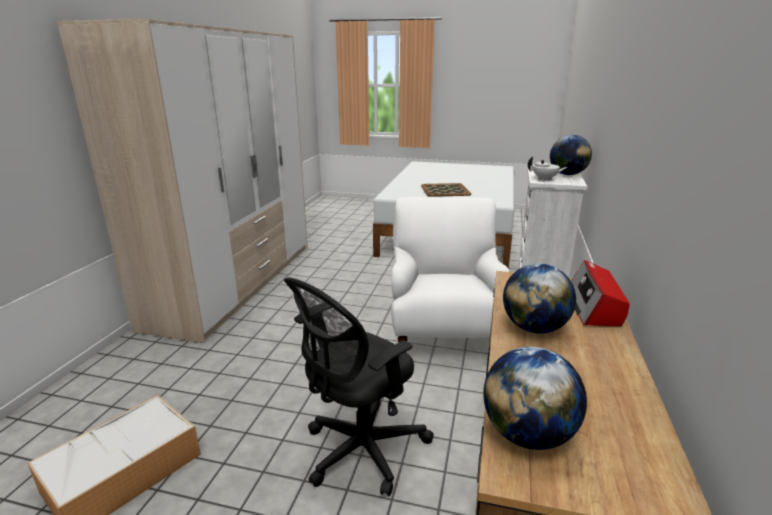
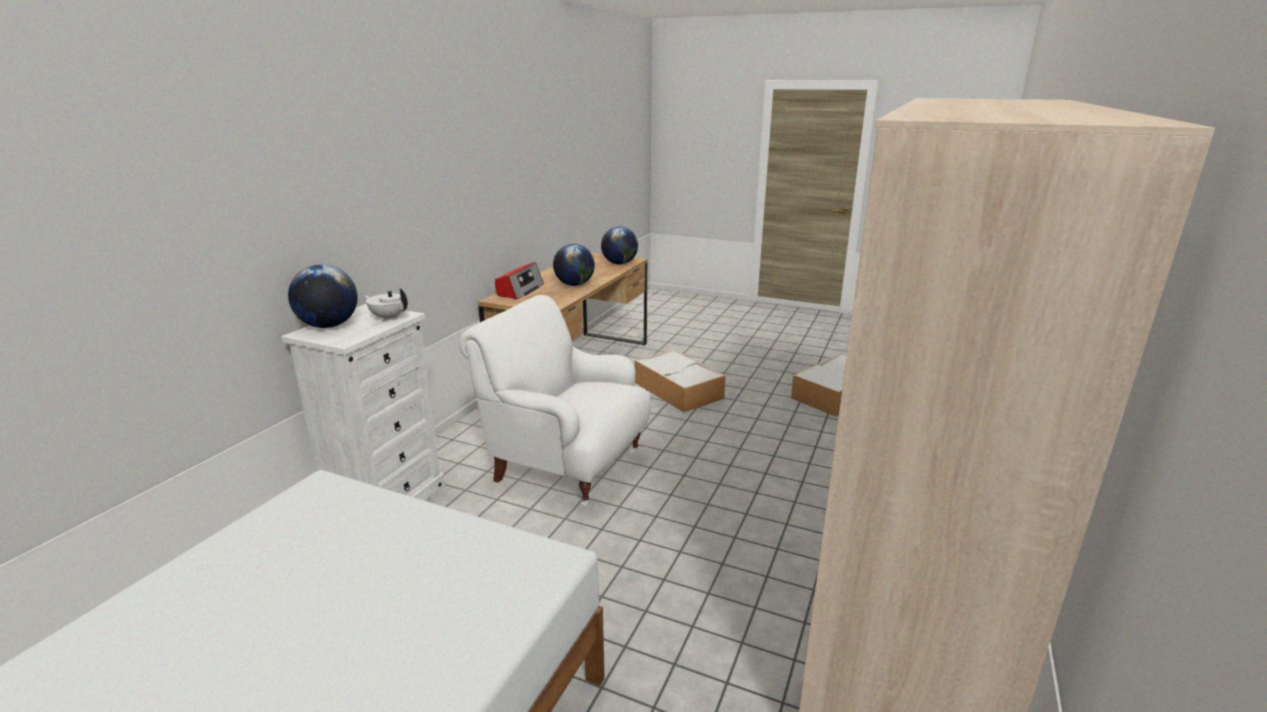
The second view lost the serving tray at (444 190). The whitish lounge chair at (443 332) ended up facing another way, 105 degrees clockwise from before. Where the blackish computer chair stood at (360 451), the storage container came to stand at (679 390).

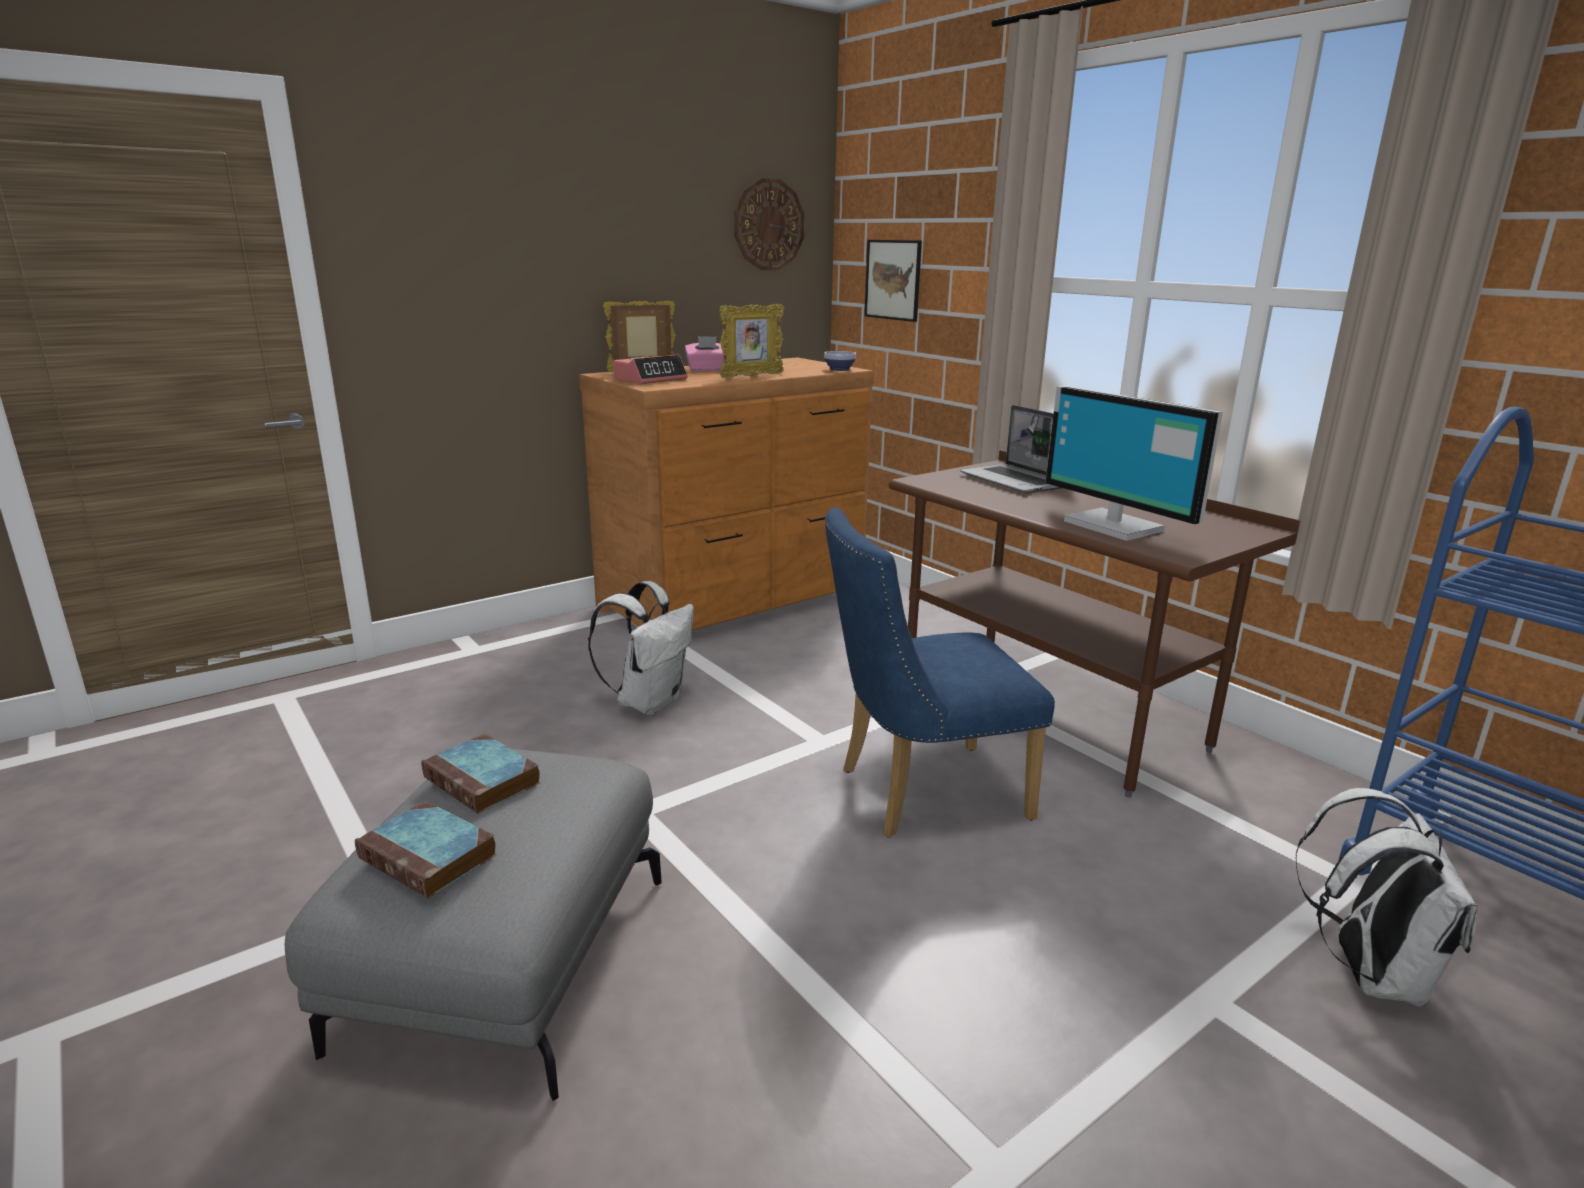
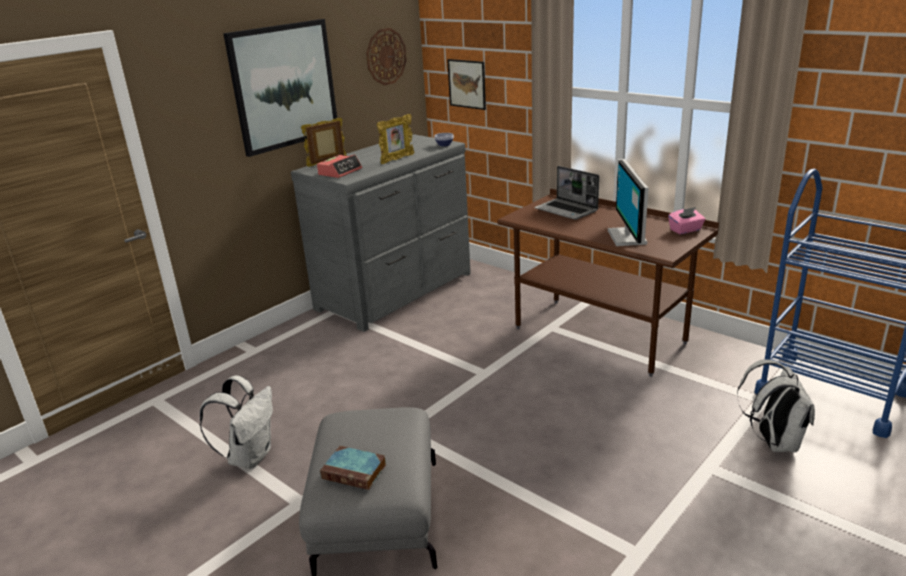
The pink-coloured tissue box ended up elsewhere, having gone from (707 370) to (685 230). What was the brown-coloured dresser at (736 601) turned into the greyish dresser at (397 291). The computer screen at (1115 525) ended up facing another way, 45 degrees clockwise from before. The second view lost the blue-coloured upright chair at (919 793). The whitish rucksack ended up elsewhere, having gone from (649 701) to (250 456). The second view lost the bound book at (484 781). The second view gained the picture at (284 86).

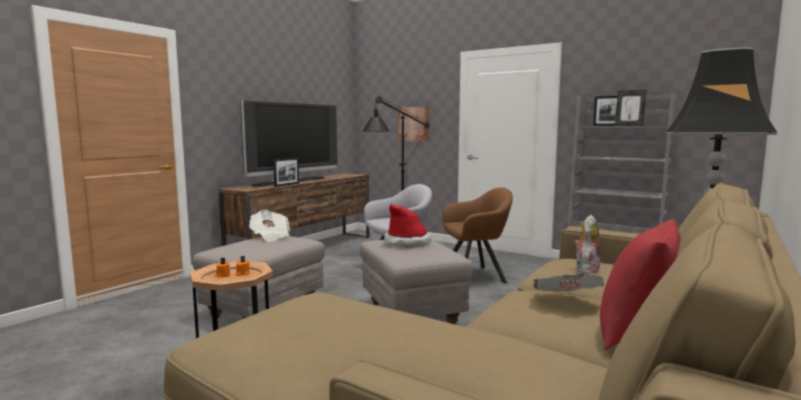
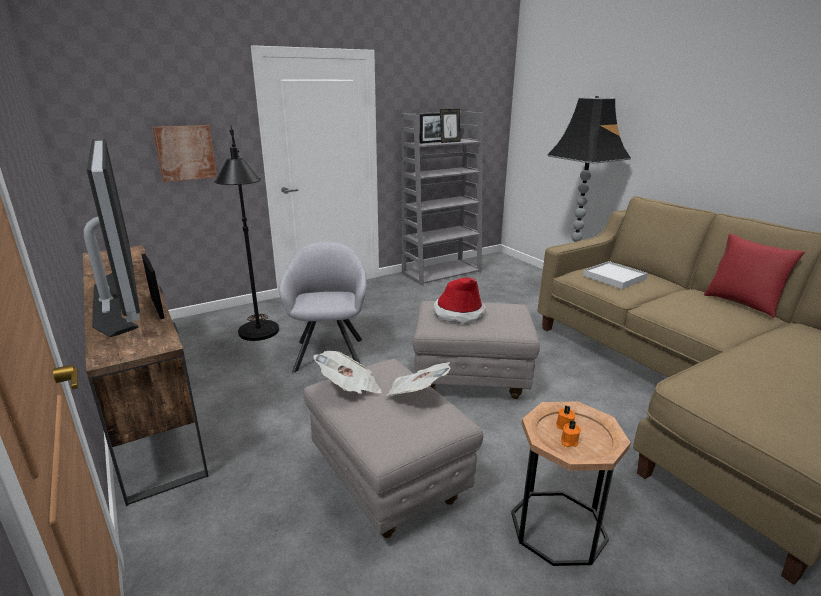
The second view lost the brown-coloured lounge chair at (476 276). Where the soft toy stood at (586 269), the whitish serving tray came to stand at (614 277). The daily paper ended up elsewhere, having gone from (566 302) to (417 393).

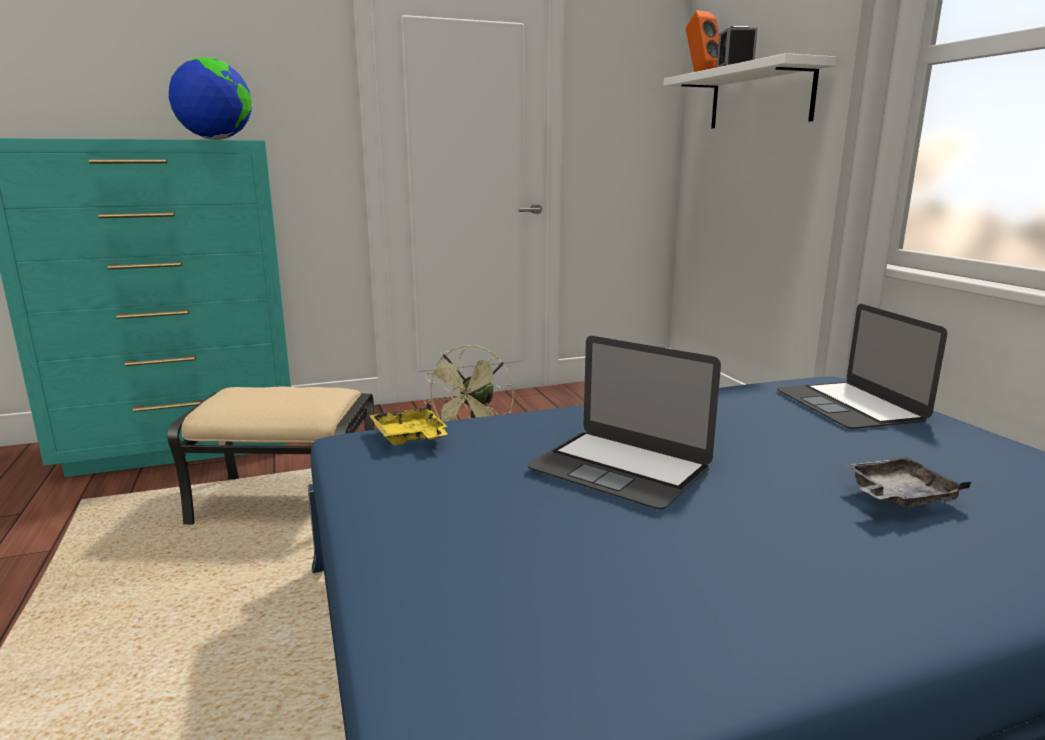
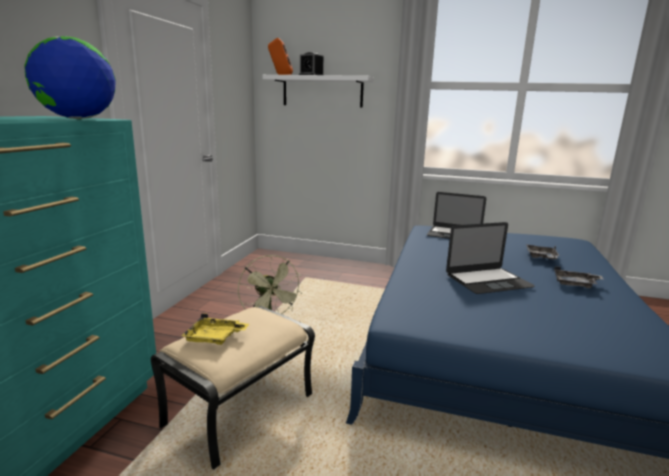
The yellow-coloured serving tray ended up elsewhere, having gone from (410 437) to (214 337). The second view gained the greyish serving tray at (575 284).

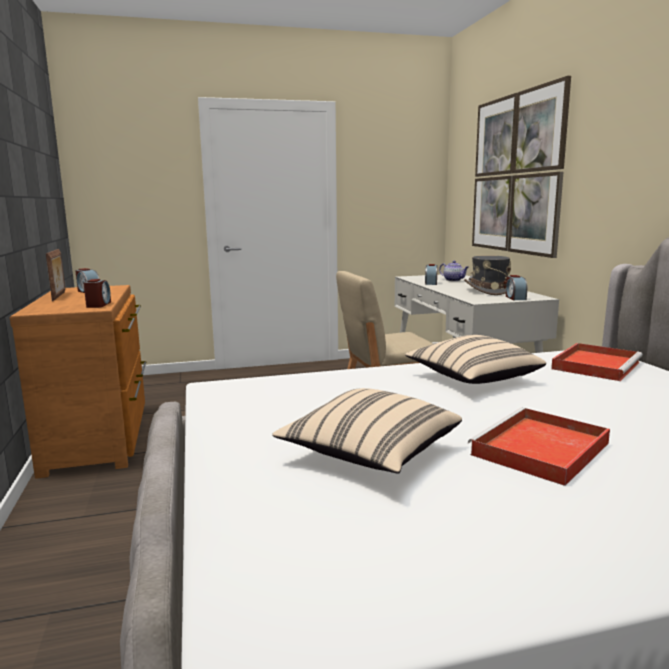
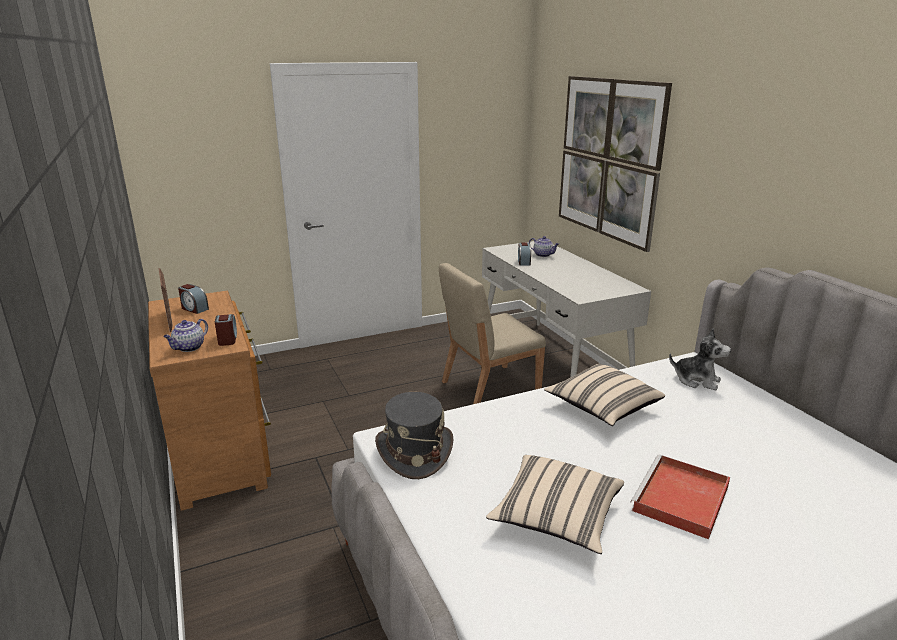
The greyish wearable hat ended up elsewhere, having gone from (489 290) to (414 452). The second view lost the table clock at (515 298). Where the red-coloured serving tray stood at (596 365), the soft toy came to stand at (697 380). The second view gained the teapot at (189 348).

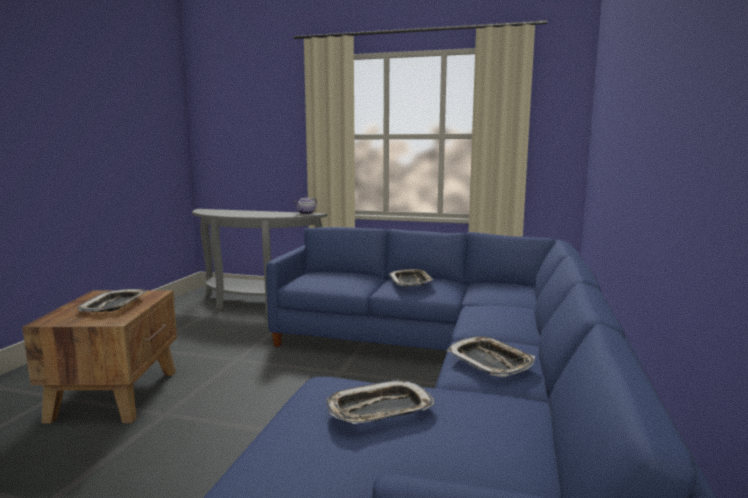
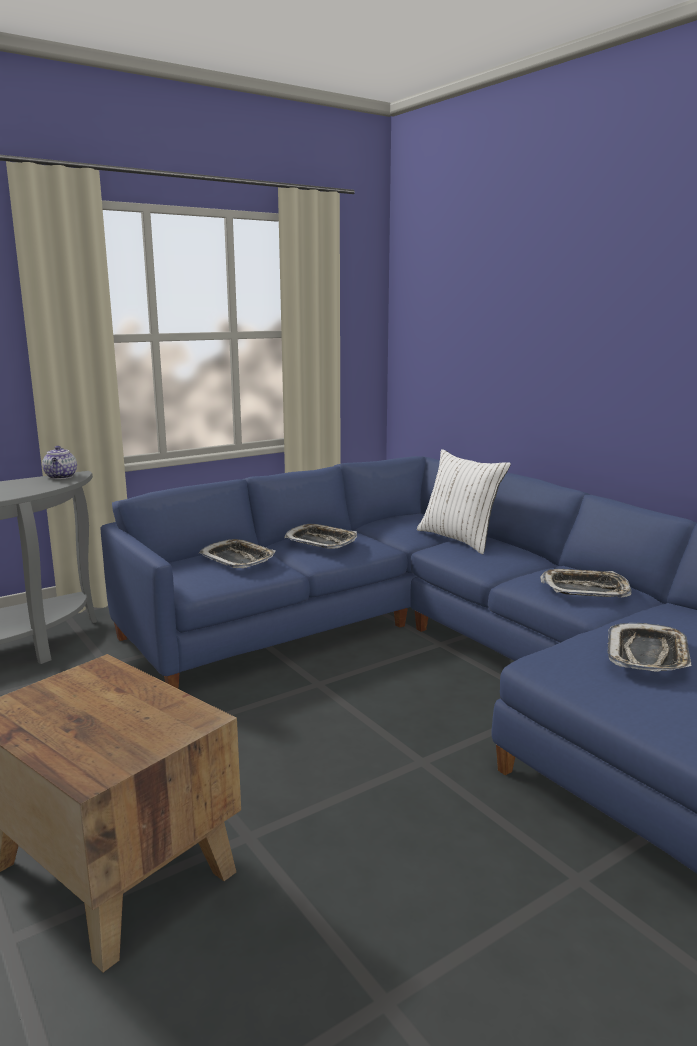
The serving tray ended up elsewhere, having gone from (114 305) to (238 559). The second view gained the whitish pillow at (459 539).

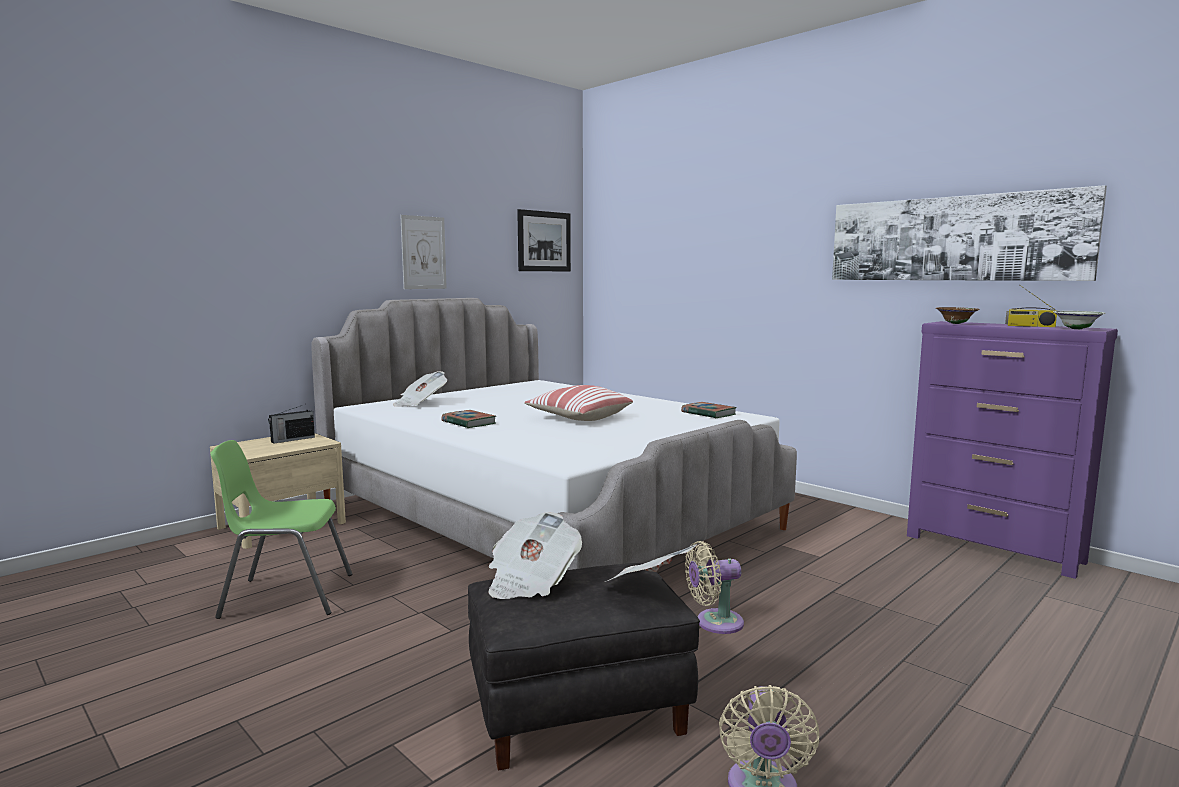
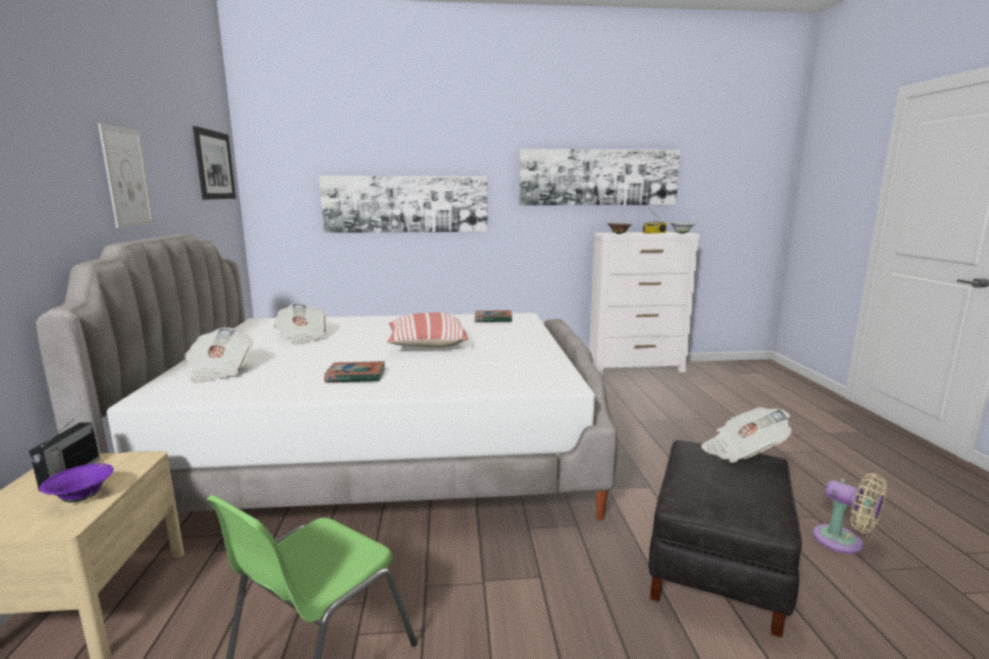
What was the purple dresser at (994 549) turned into the whitish dresser at (637 368). The daily paper ended up elsewhere, having gone from (531 581) to (302 337). The second view lost the beige-coloured cooling fan at (714 623). The second view gained the picture at (405 204). The second view gained the purple bowl at (82 498).

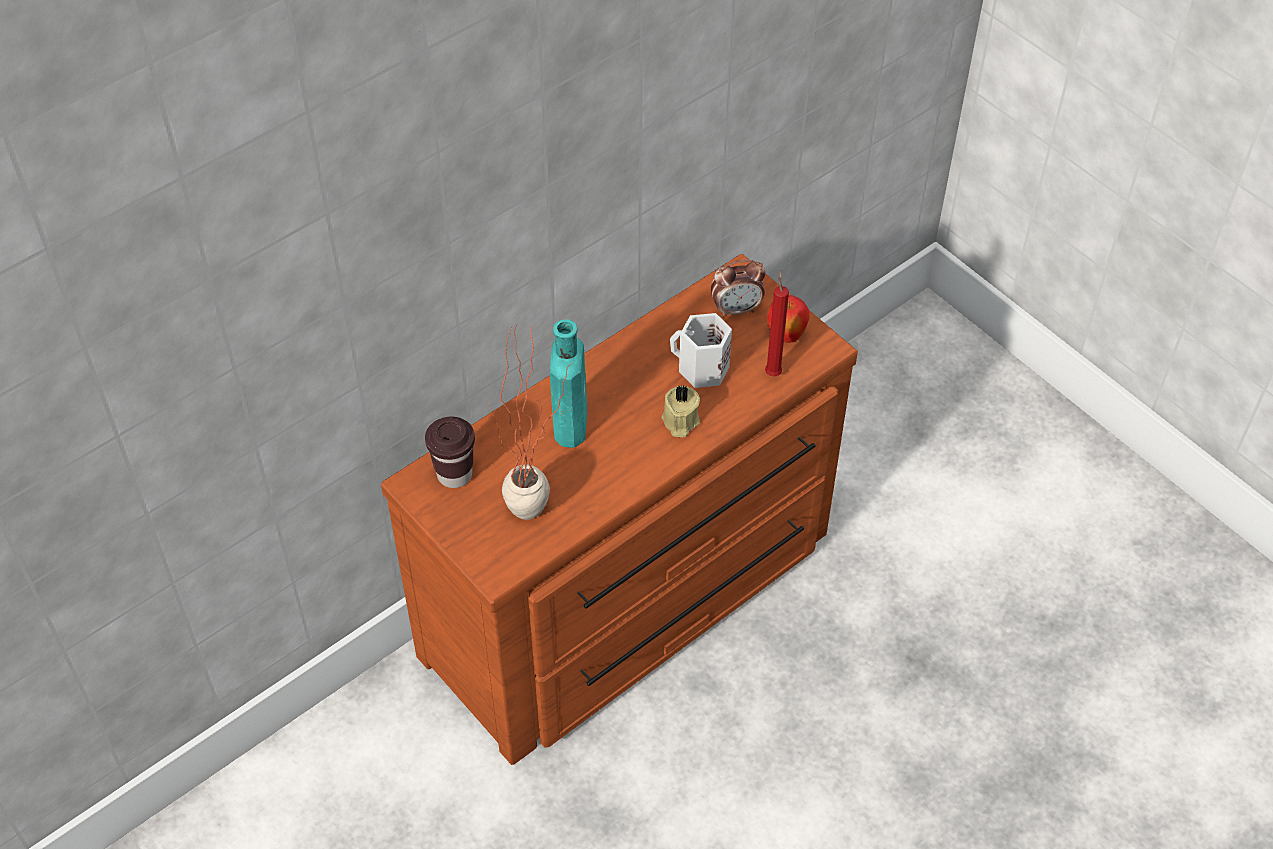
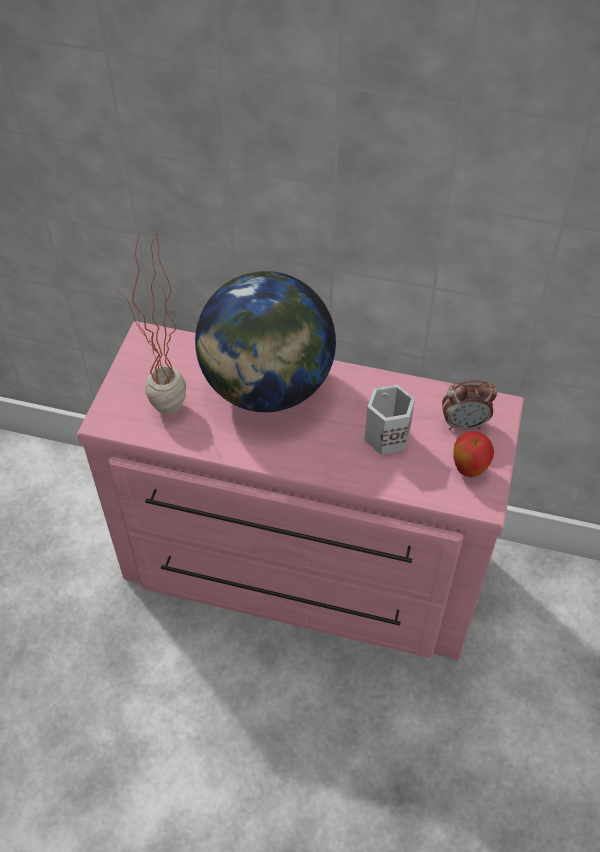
What was the brown-coloured dresser at (634 600) turned into the pink-coloured dresser at (300 570). The table clock at (736 309) ended up facing another way, 45 degrees counterclockwise from before. The second view lost the red-coloured candle at (773 372). Where the blue-green bottle stood at (570 422), the globe came to stand at (267 387). The second view lost the beige-coloured candle at (679 422). The second view lost the brown-coloured drinking cup at (454 474).

